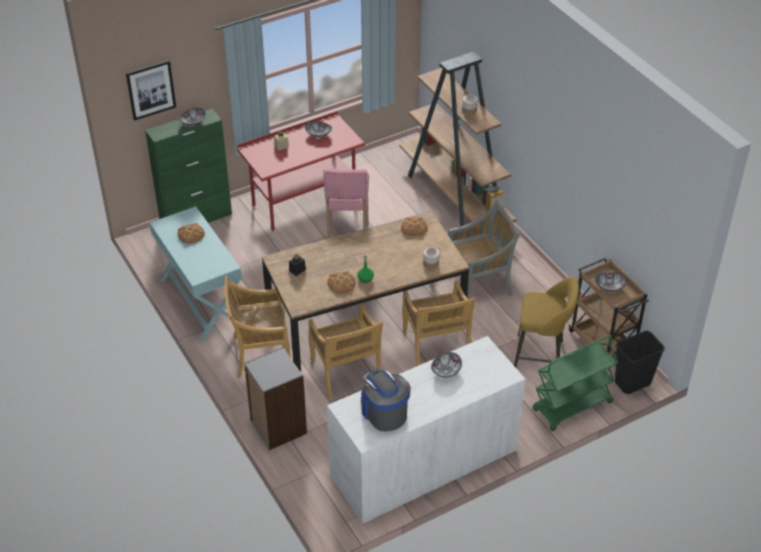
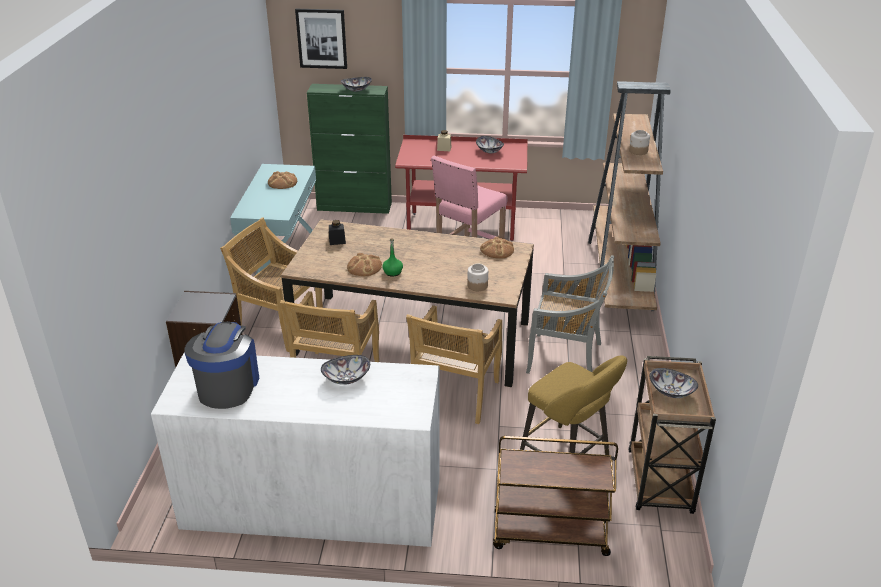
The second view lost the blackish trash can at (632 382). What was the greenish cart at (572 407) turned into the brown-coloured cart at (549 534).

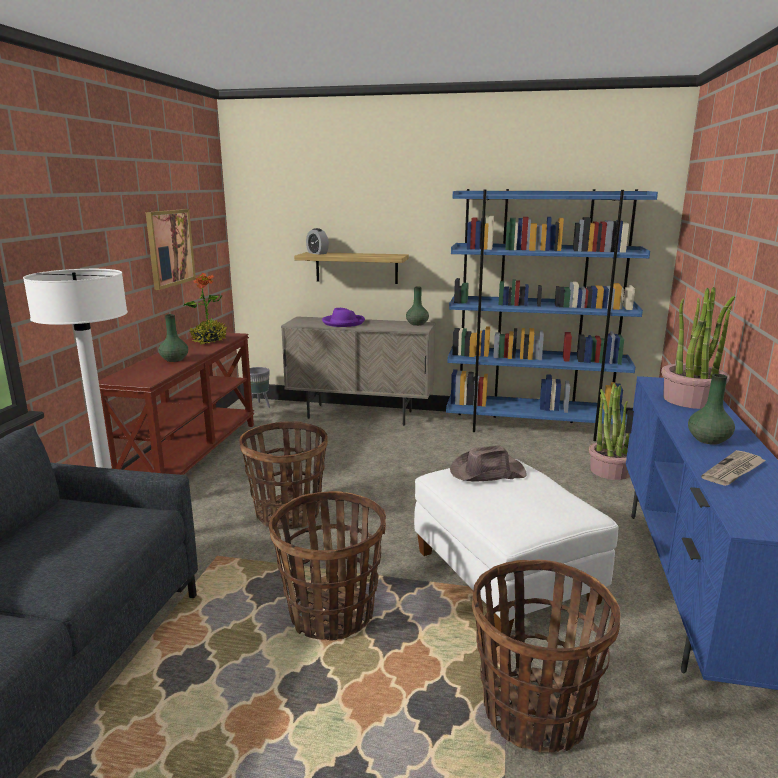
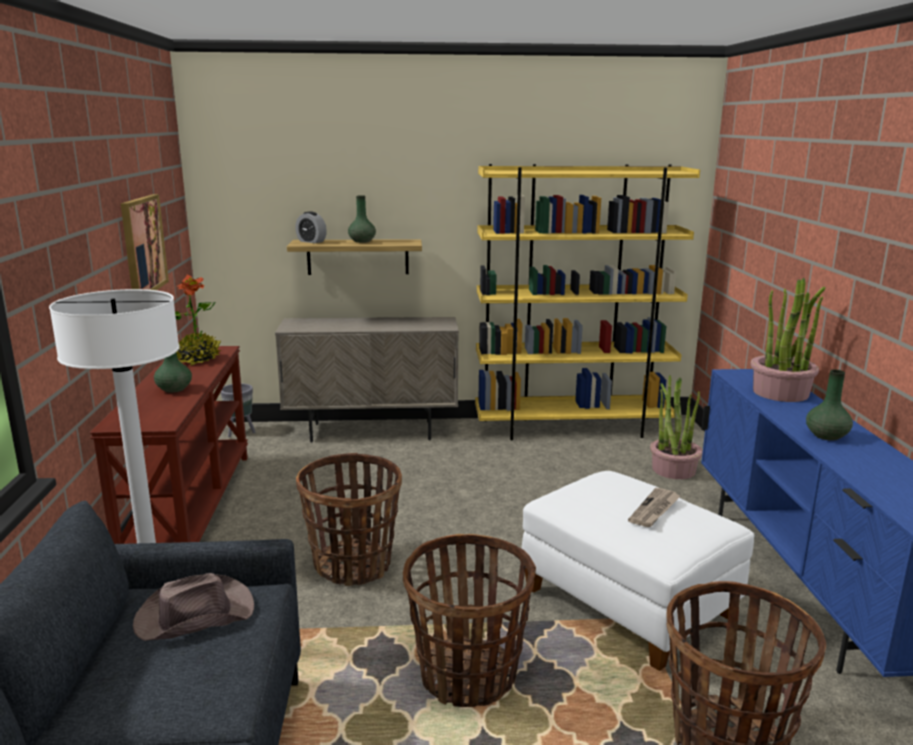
What was the blue-coloured shelving unit at (533 427) turned into the yellow-coloured shelving unit at (572 428). The greenish flower vase ended up elsewhere, having gone from (417 324) to (362 241). The second view lost the purple wearable hat at (343 322). The brown-coloured wearable hat ended up elsewhere, having gone from (486 472) to (193 615). The daily paper ended up elsewhere, having gone from (734 471) to (654 510).

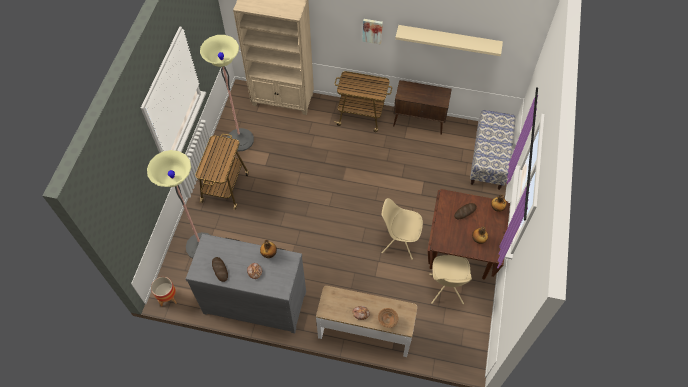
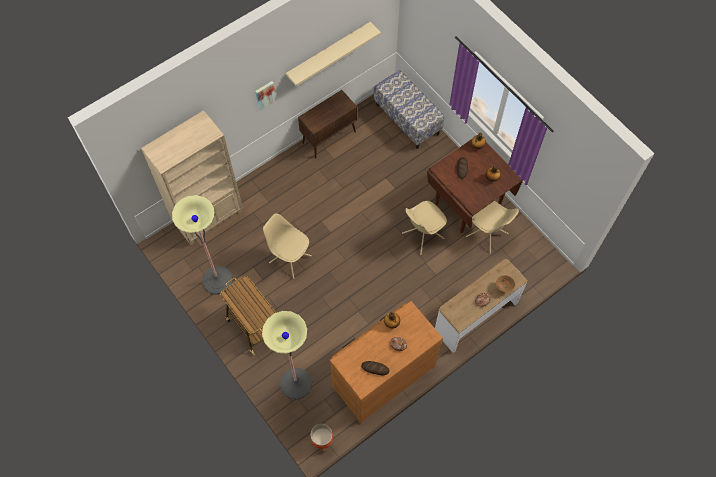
The second view lost the cart at (361 116). What was the greyish dresser at (255 300) turned into the brown-coloured dresser at (382 375). The second view gained the beige-coloured upright chair at (289 259).

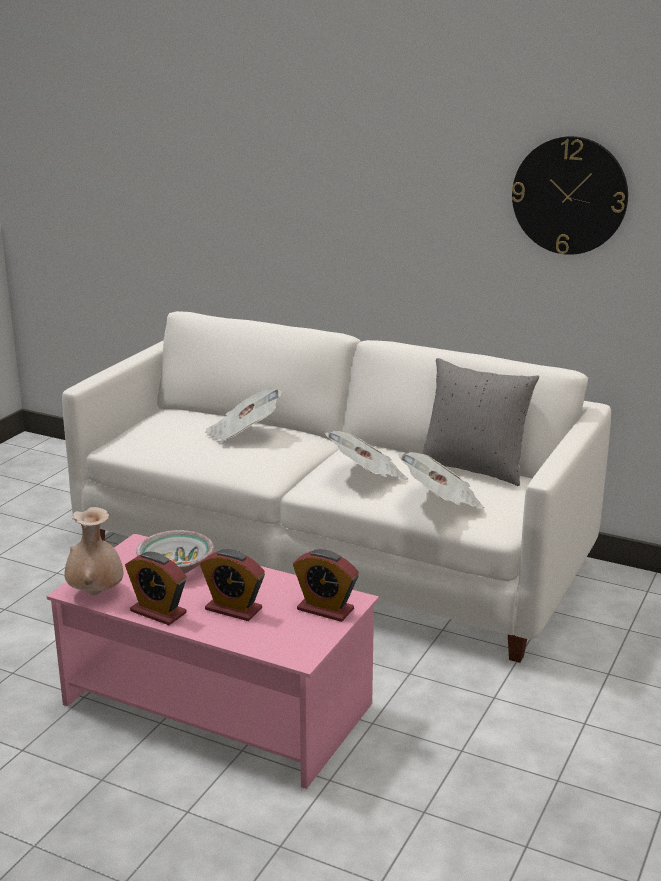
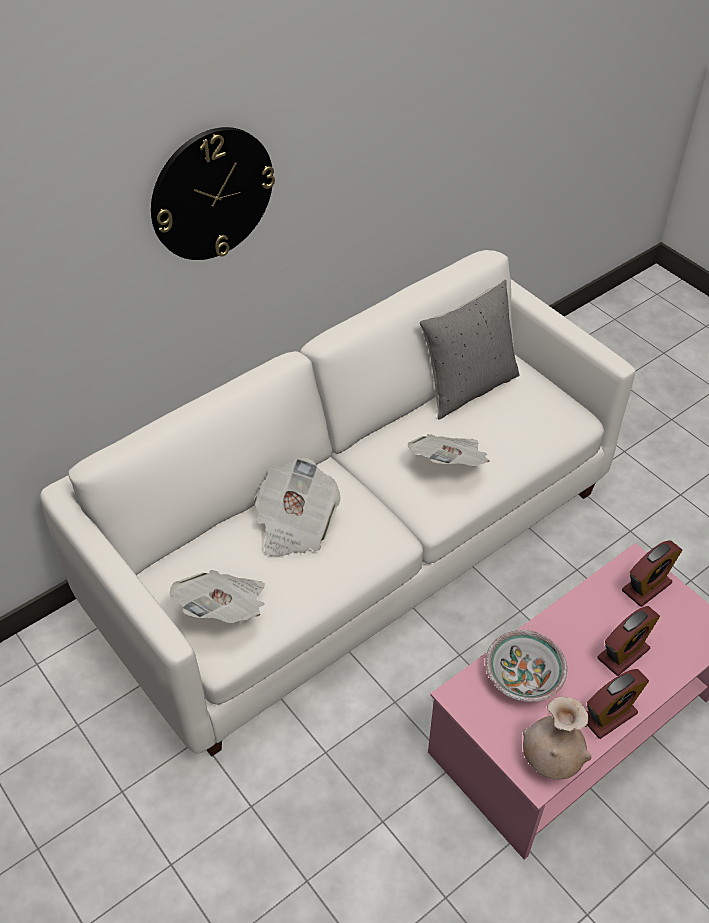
The clock on the wall ended up elsewhere, having gone from (569 195) to (212 194). The daily paper ended up elsewhere, having gone from (441 501) to (224 609).

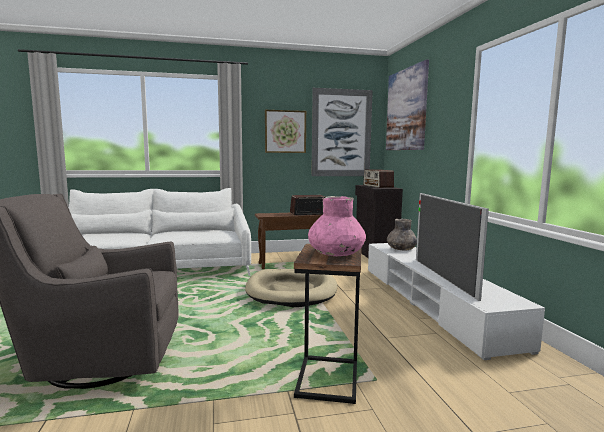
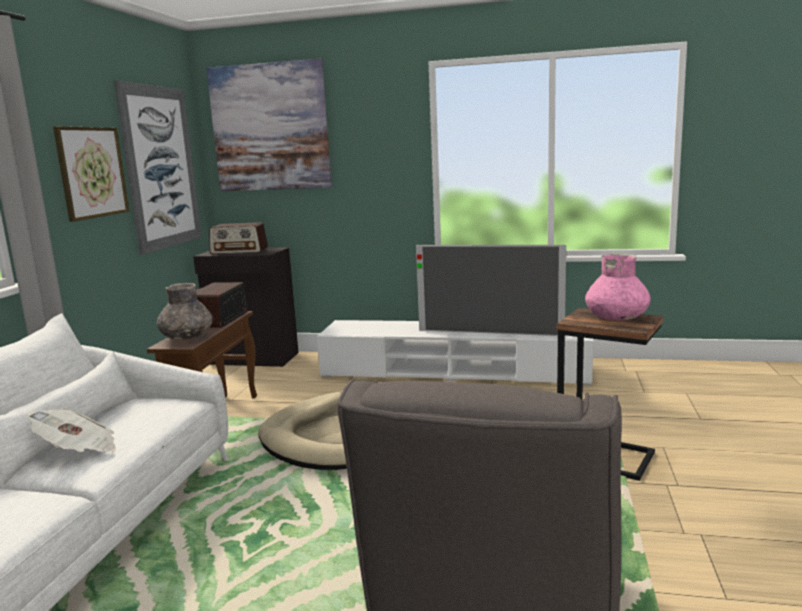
The greyish flower vase ended up elsewhere, having gone from (401 249) to (187 337). The second view gained the daily paper at (79 450).

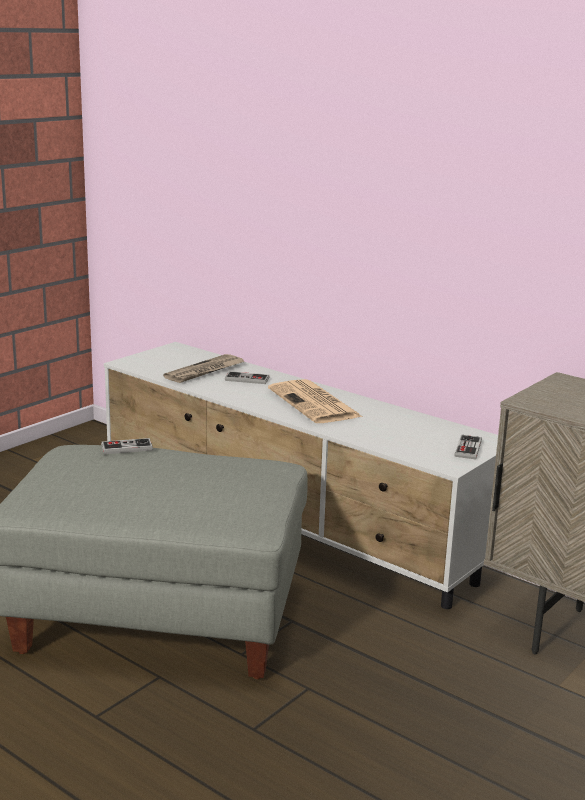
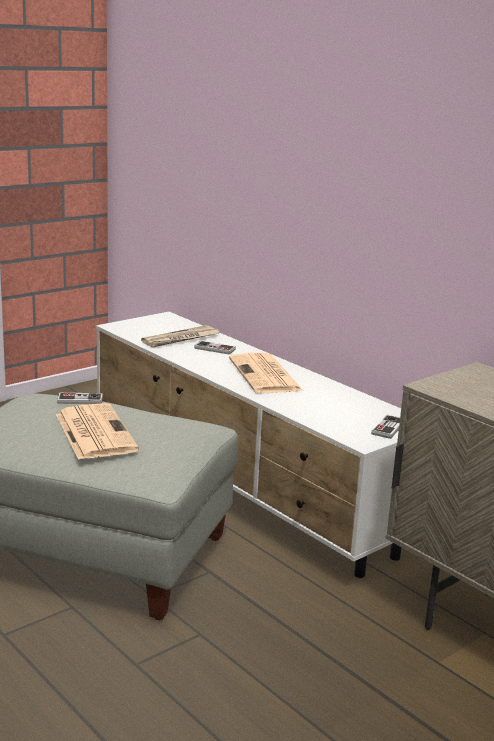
The second view gained the daily paper at (94 432).

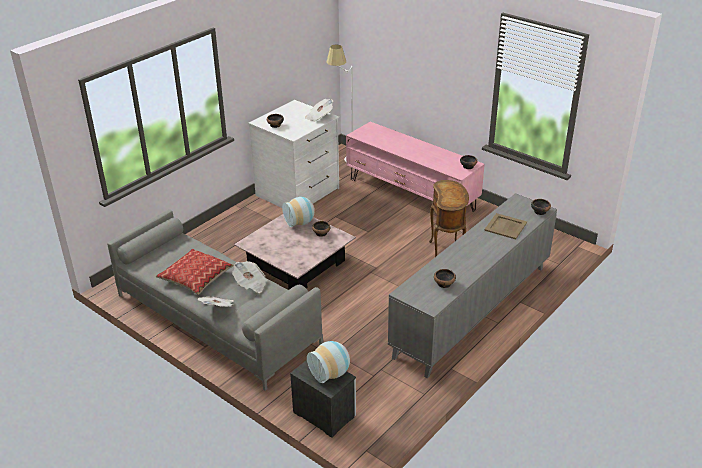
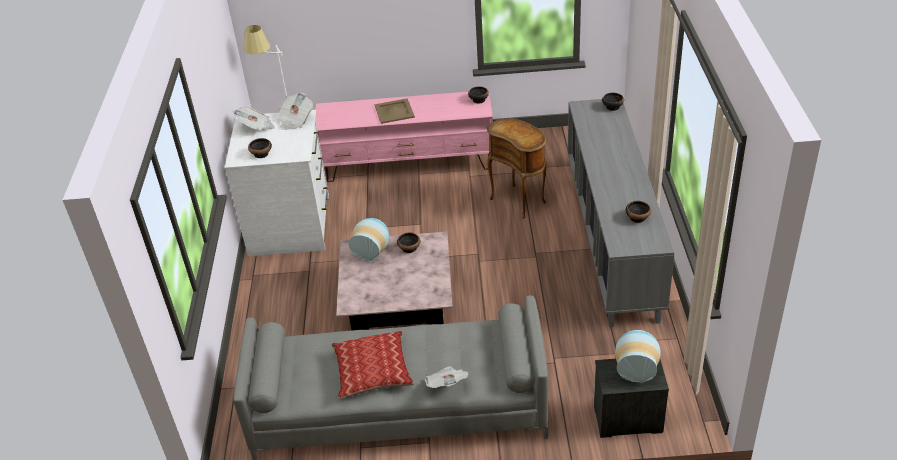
The beige-coloured serving tray ended up elsewhere, having gone from (506 226) to (394 111). The daily paper ended up elsewhere, having gone from (251 284) to (256 127).

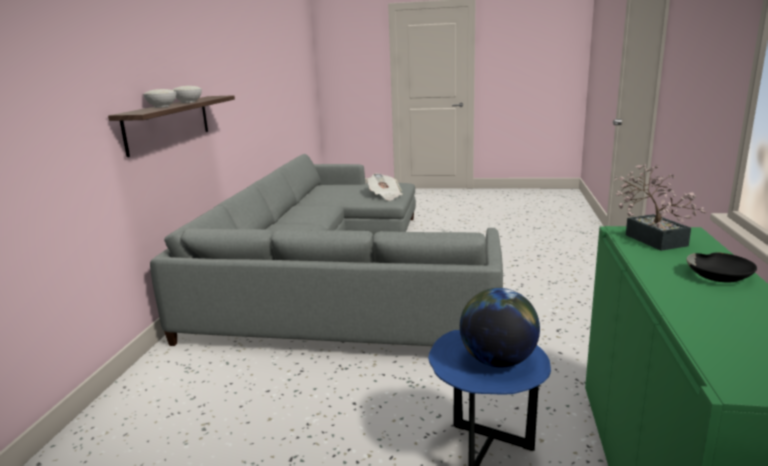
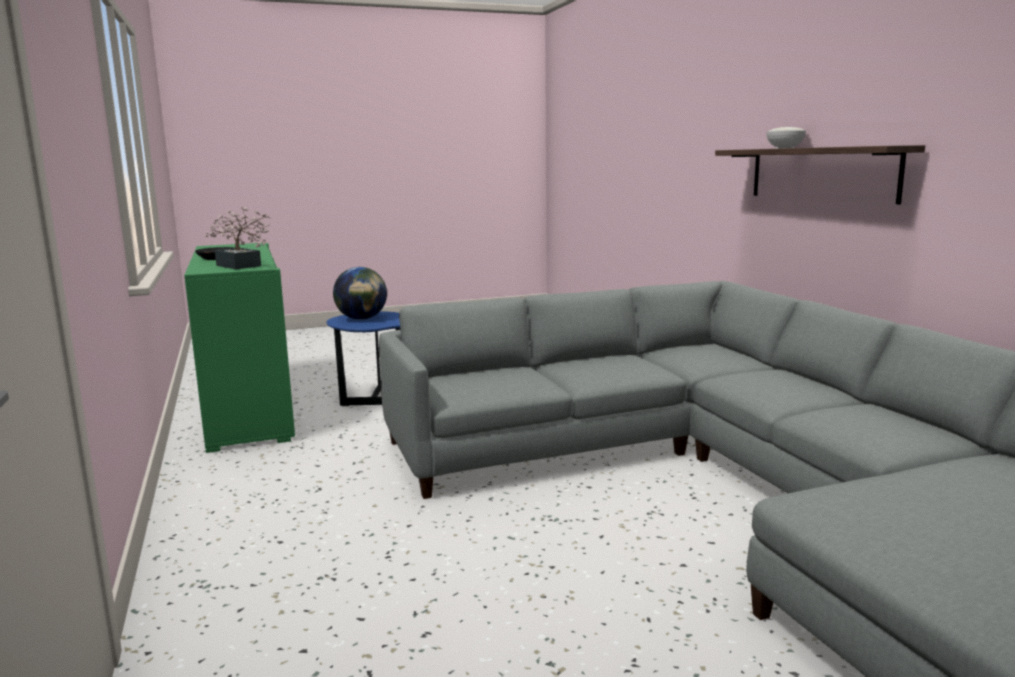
The second view lost the whitish bowl at (188 102). The second view lost the daily paper at (385 196).

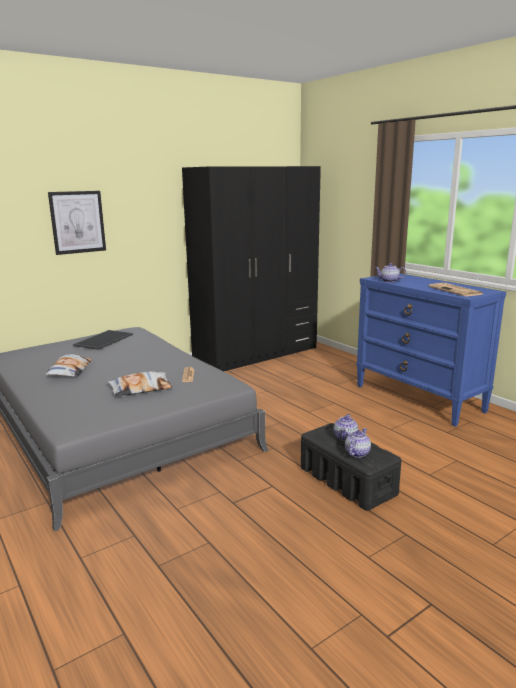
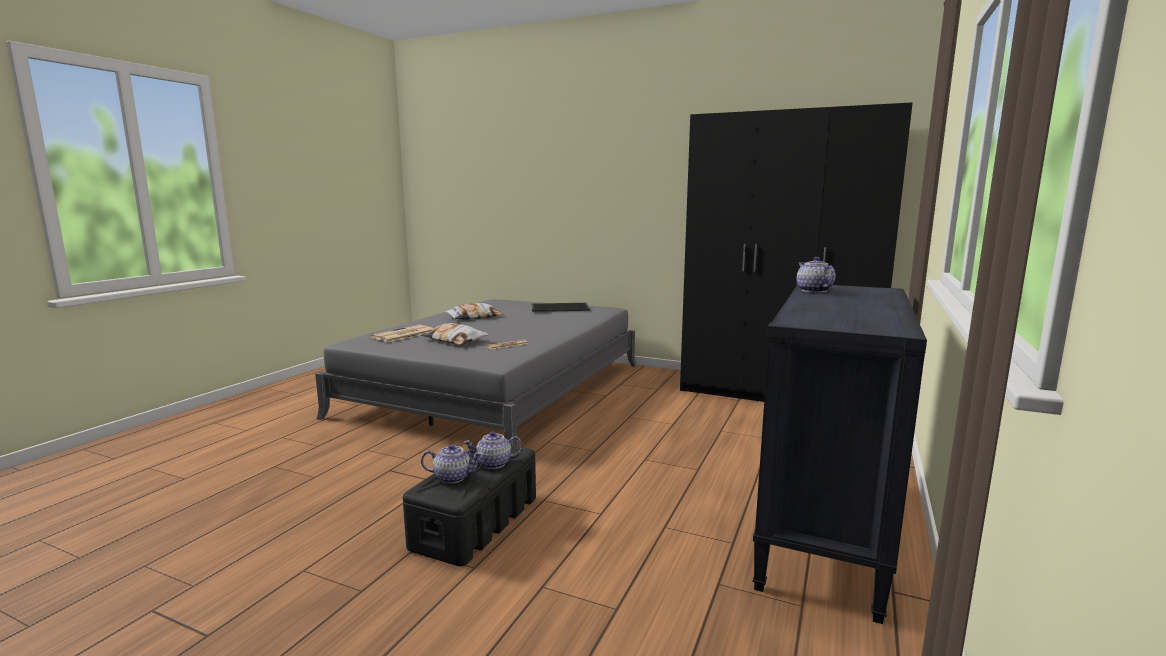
The second view lost the picture at (77 222). What was the blue-coloured dresser at (419 398) turned into the blackish dresser at (824 533). The daily paper ended up elsewhere, having gone from (456 291) to (403 334).

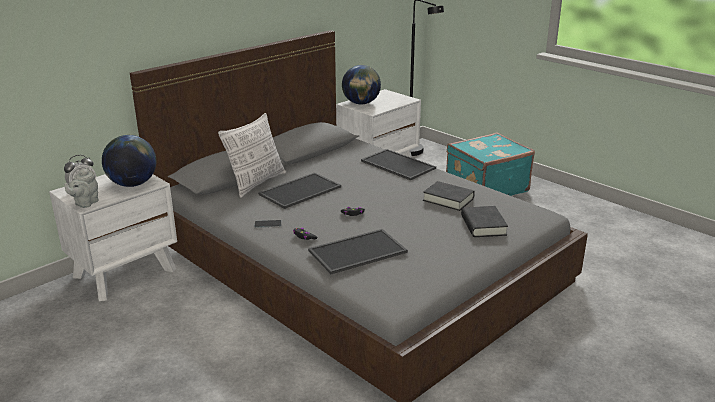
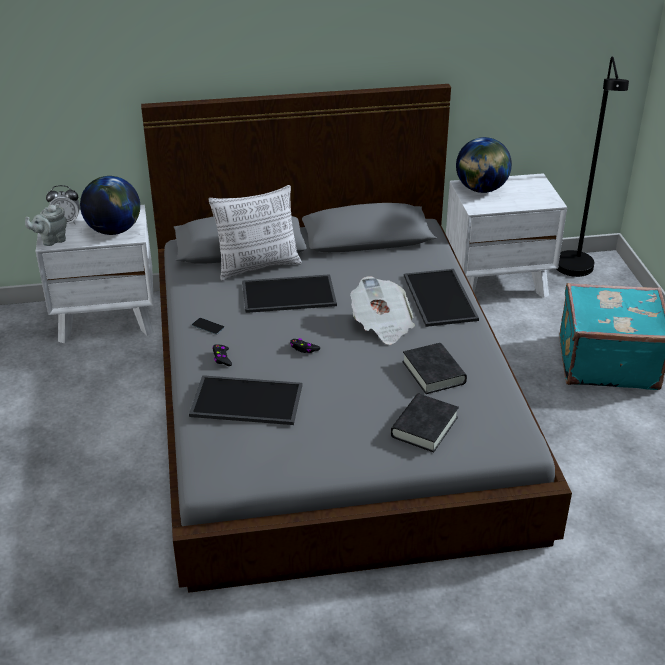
The second view gained the daily paper at (382 325).

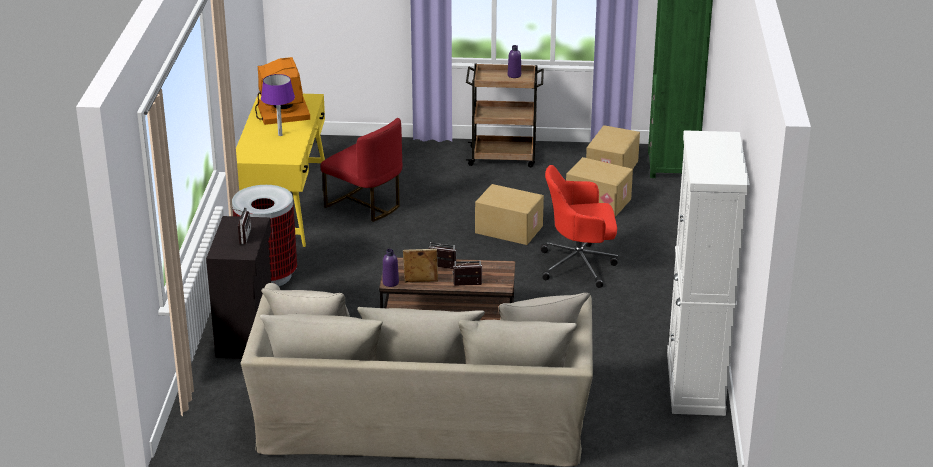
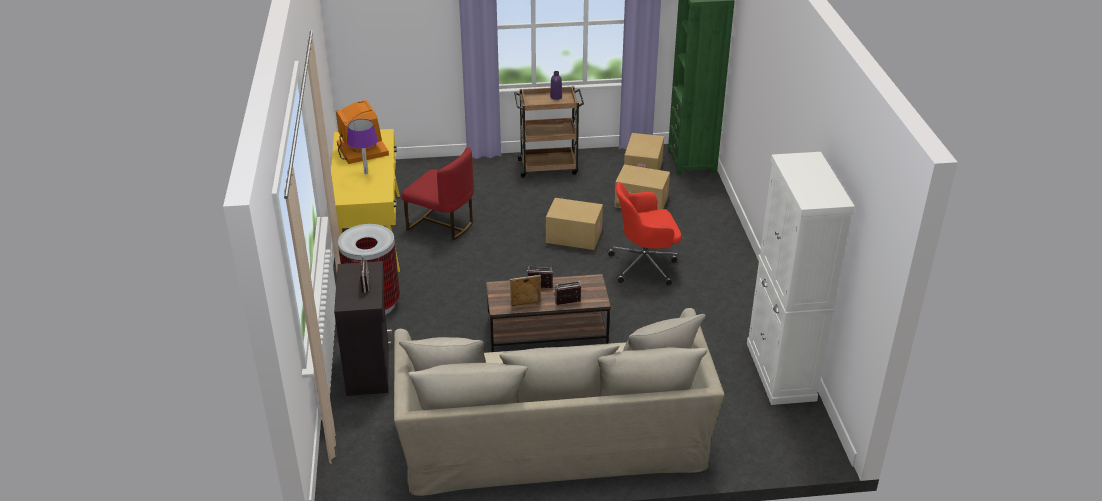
The second view lost the purple bottle at (390 283).

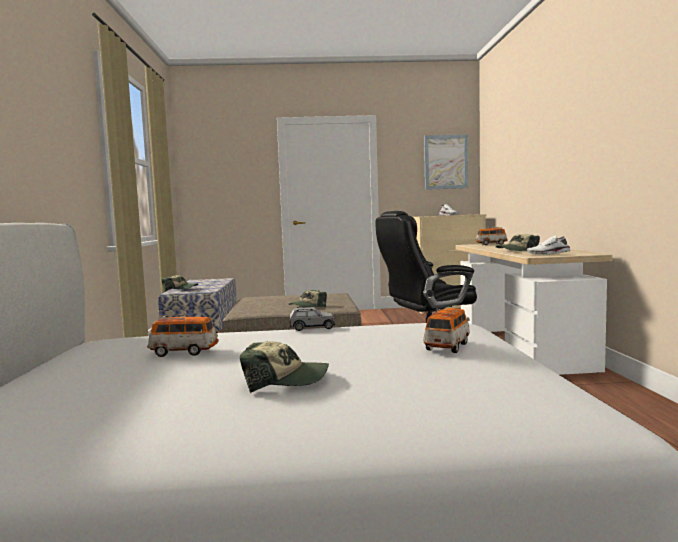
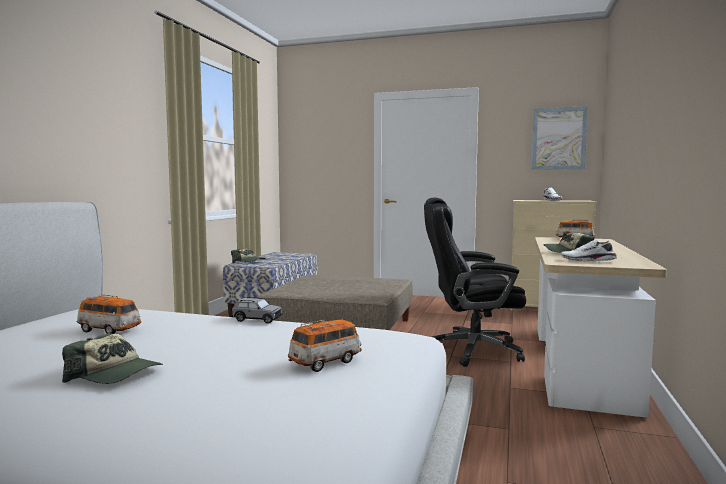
The second view lost the baseball cap at (307 307).

